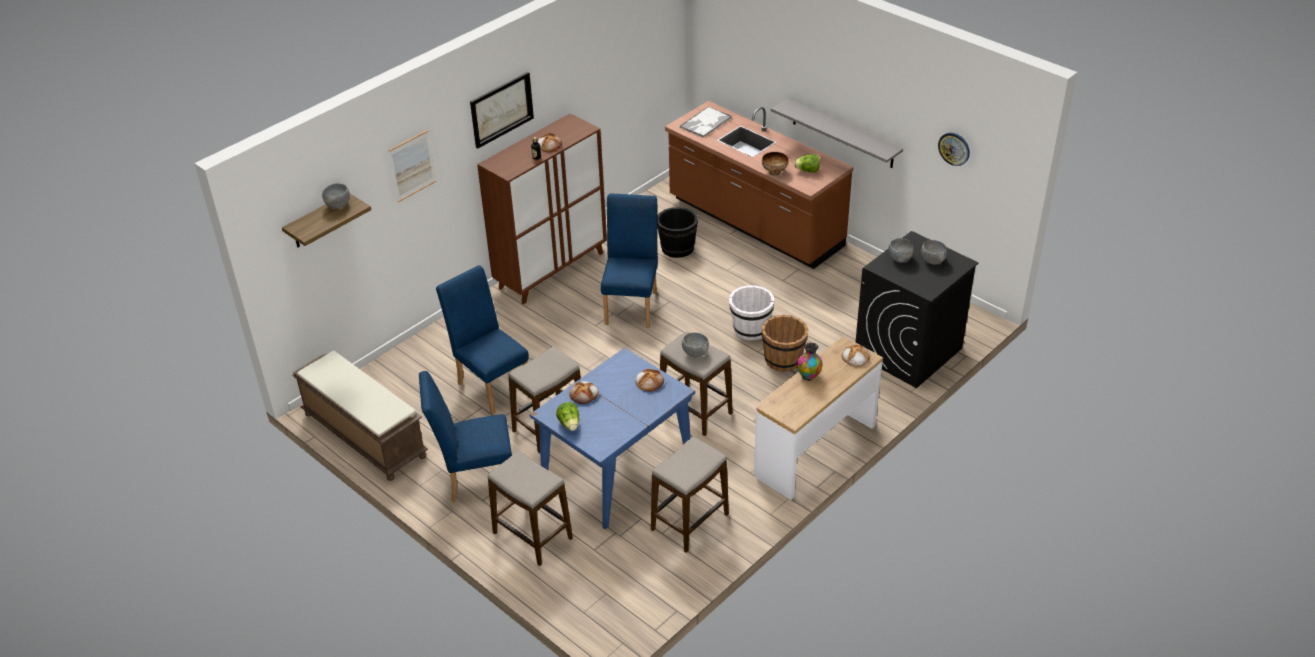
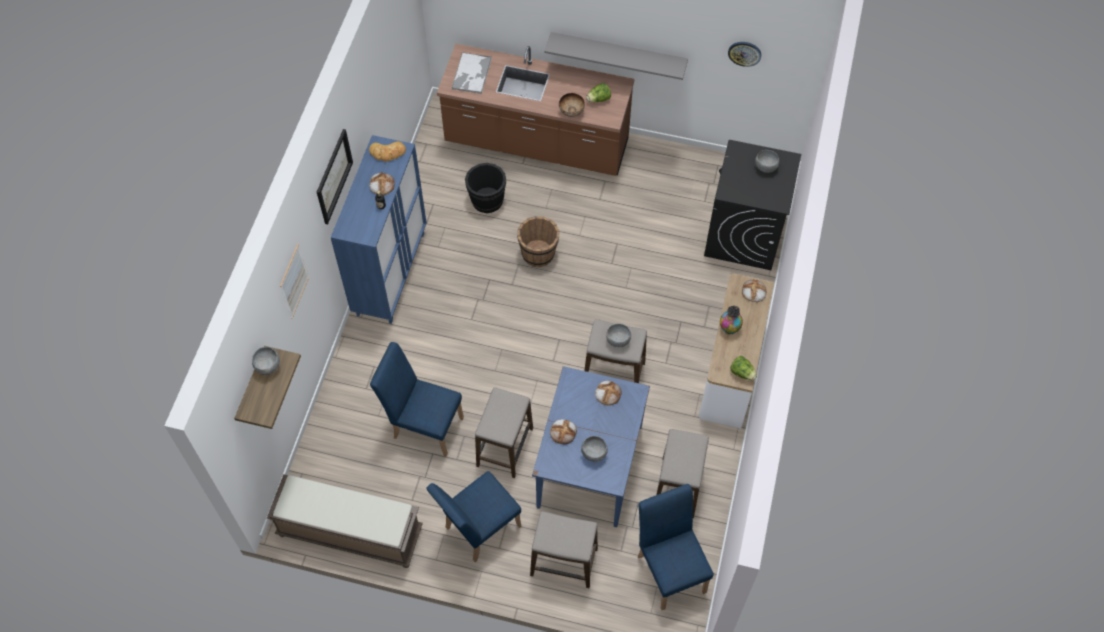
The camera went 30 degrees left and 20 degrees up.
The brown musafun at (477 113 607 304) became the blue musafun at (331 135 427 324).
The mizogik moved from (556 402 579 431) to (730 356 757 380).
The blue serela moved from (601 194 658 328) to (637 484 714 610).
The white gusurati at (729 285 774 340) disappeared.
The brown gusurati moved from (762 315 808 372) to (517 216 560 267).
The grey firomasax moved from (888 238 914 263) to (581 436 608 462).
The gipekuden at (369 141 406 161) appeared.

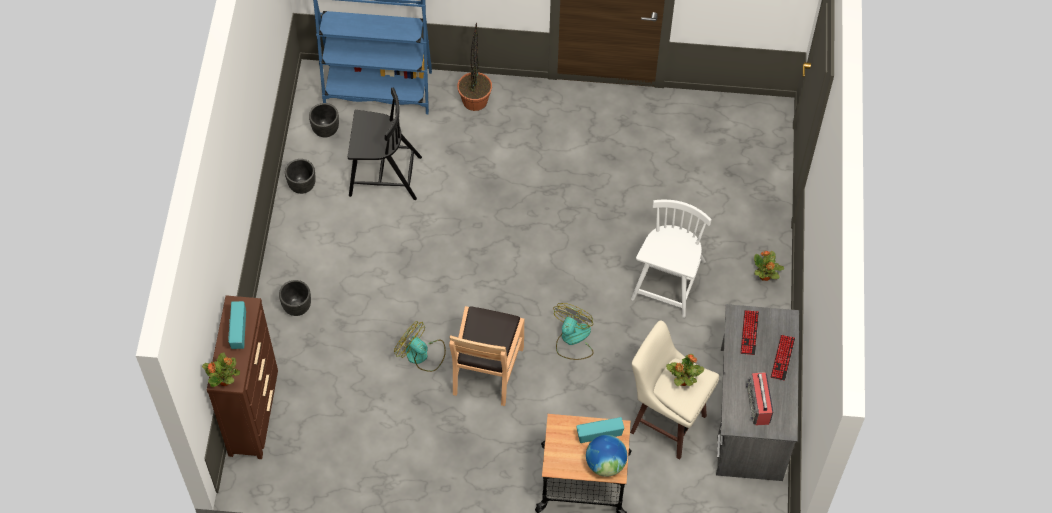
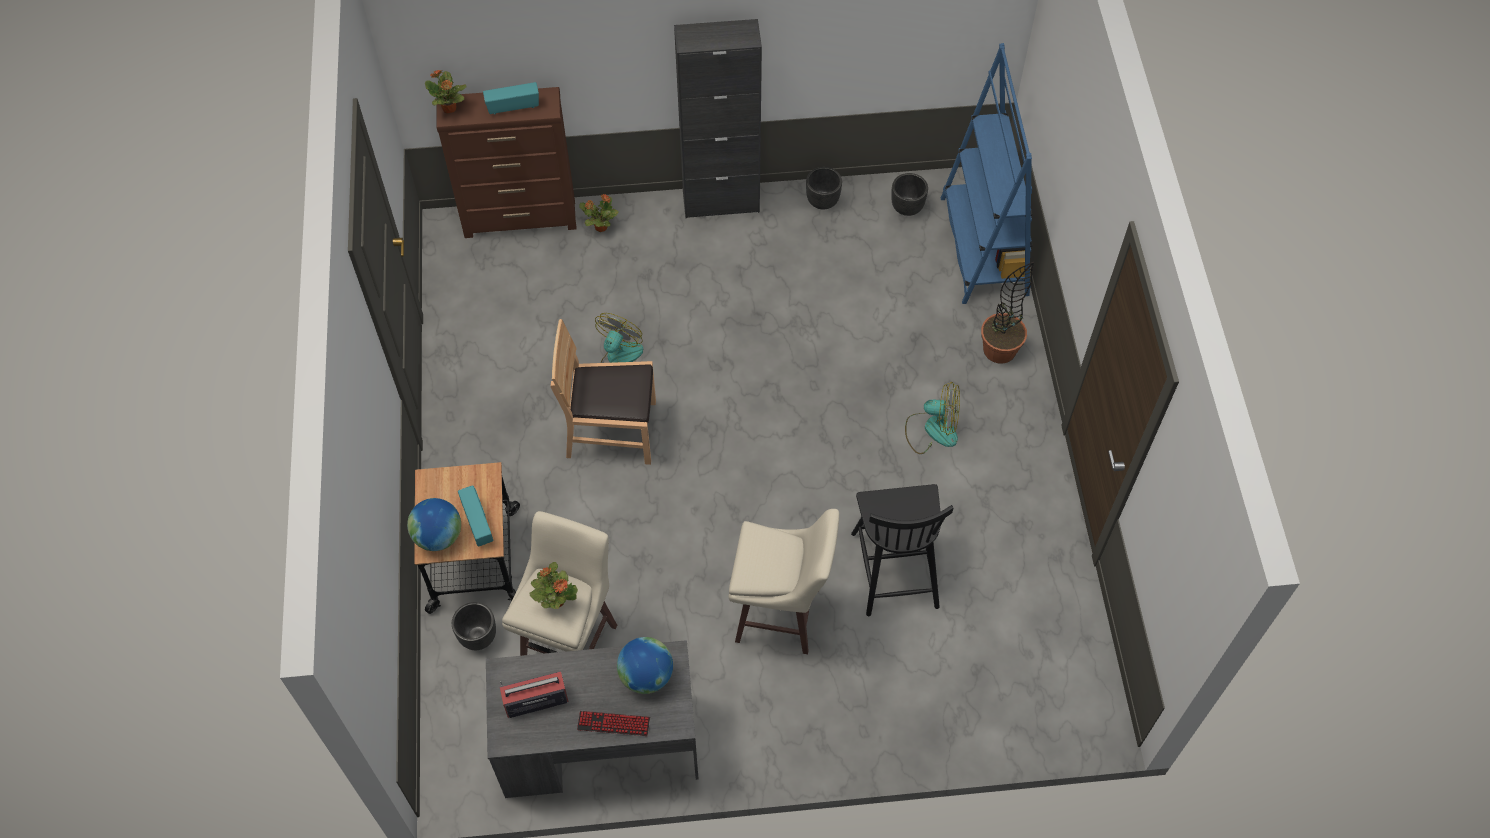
The camera went 80 degrees right and 0 degrees up.
The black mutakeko moved from (279 280 311 316) to (452 602 496 650).
The black serela moved from (348 88 422 200) to (851 484 954 616).
The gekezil moved from (553 303 593 360) to (905 382 960 454).
The white serela at (631 200 711 318) was replaced by the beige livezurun at (729 509 839 654).
The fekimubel at (740 310 759 355) was replaced by the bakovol at (617 637 673 694).
The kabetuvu moved from (754 251 784 281) to (579 194 619 232).
The black musafun at (674 19 762 218) appeared.

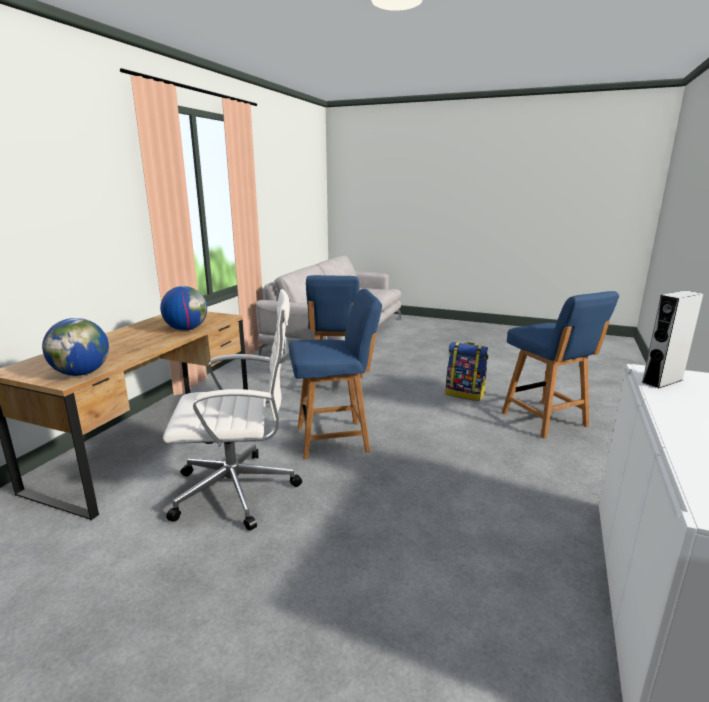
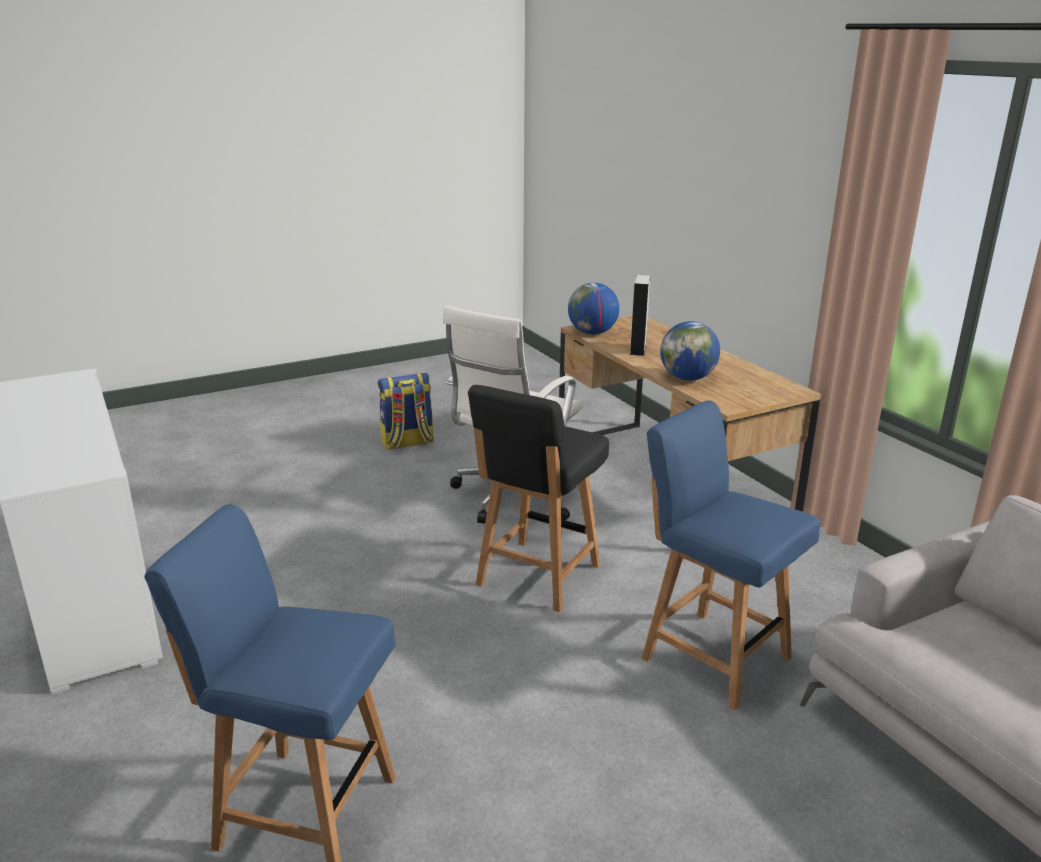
The camera went 130 degrees right and 5 degrees up.
The blue serela at (289 289 382 459) became the black serela at (468 385 609 612).
The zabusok moved from (445 342 488 401) to (378 373 434 450).
The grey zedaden moved from (641 290 703 388) to (630 275 650 356).

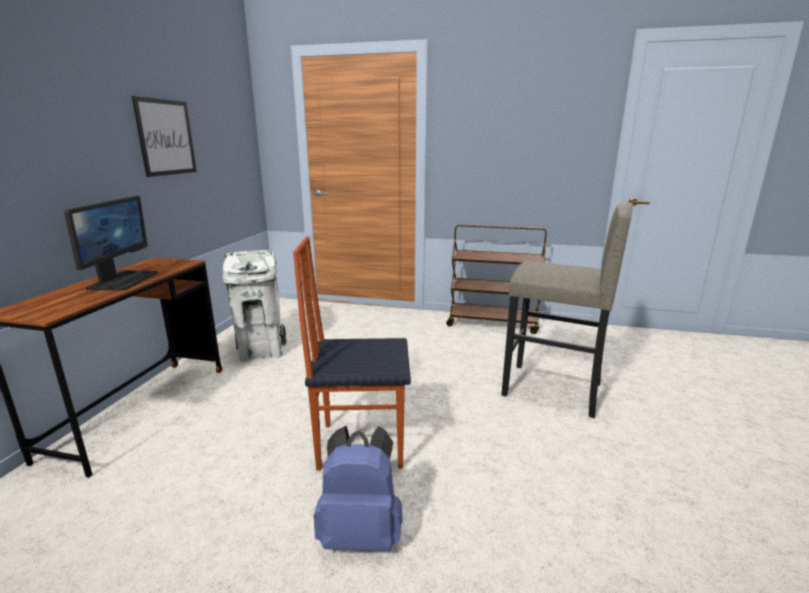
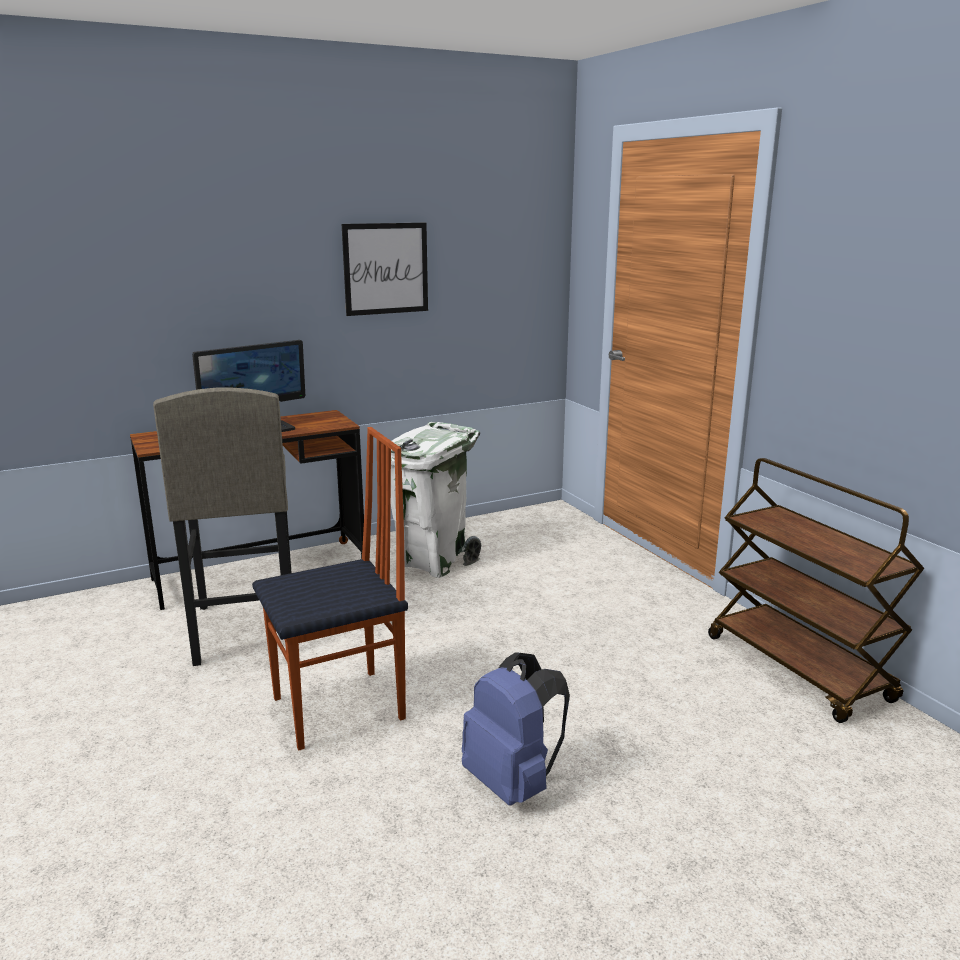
The camera went 50 degrees right and 0 degrees up.
The serela at (293 236 411 471) turned 105 degrees clockwise.
The blue zabusok moved from (313 425 402 551) to (462 652 570 806).
The grey livezurun moved from (501 202 633 418) to (153 388 292 666).

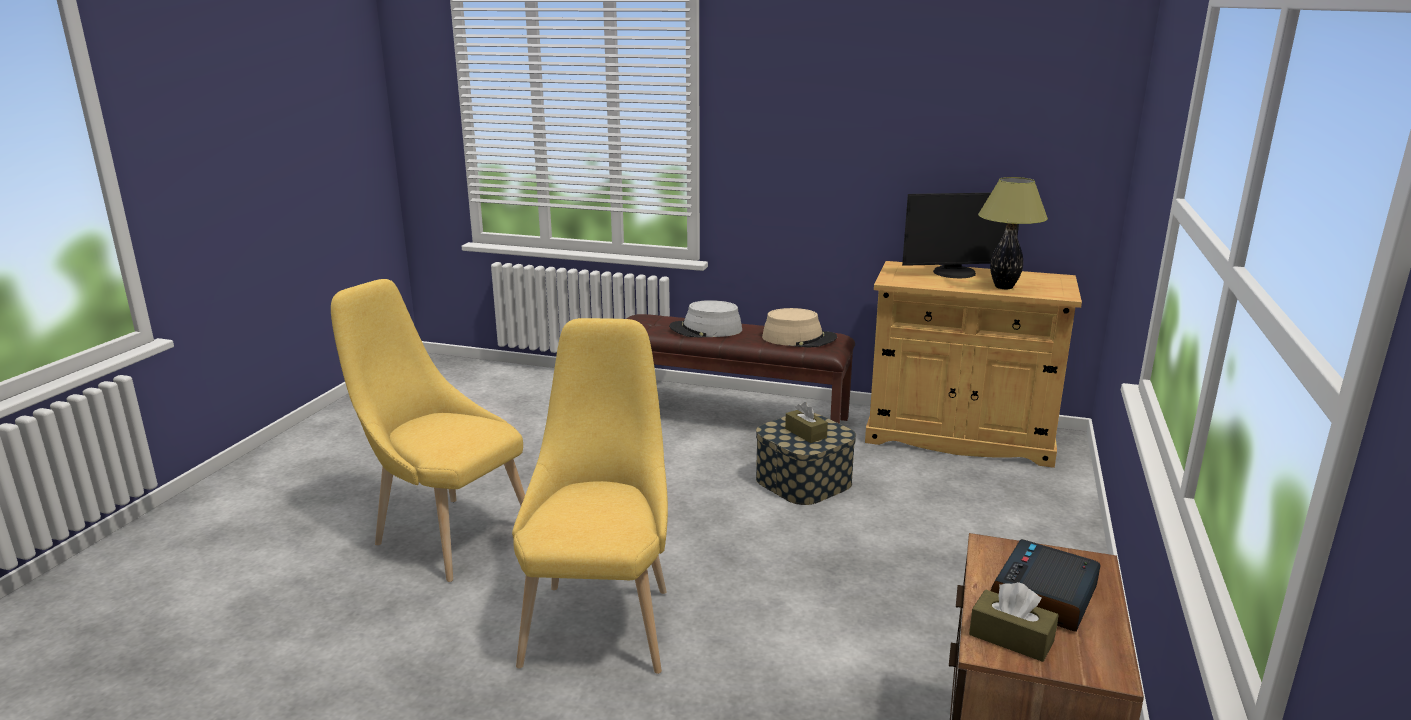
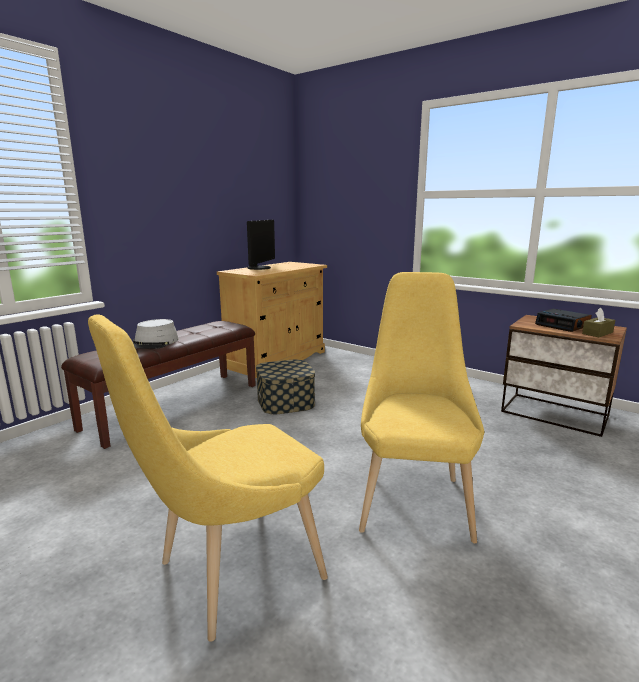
The camera went 70 degrees left and 5 degrees down.
The yellow serela at (512 318 668 674) turned 75 degrees clockwise.
The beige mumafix at (762 308 837 347) disappeared.
The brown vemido at (785 402 828 443) disappeared.
The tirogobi at (978 177 1048 289) disappeared.

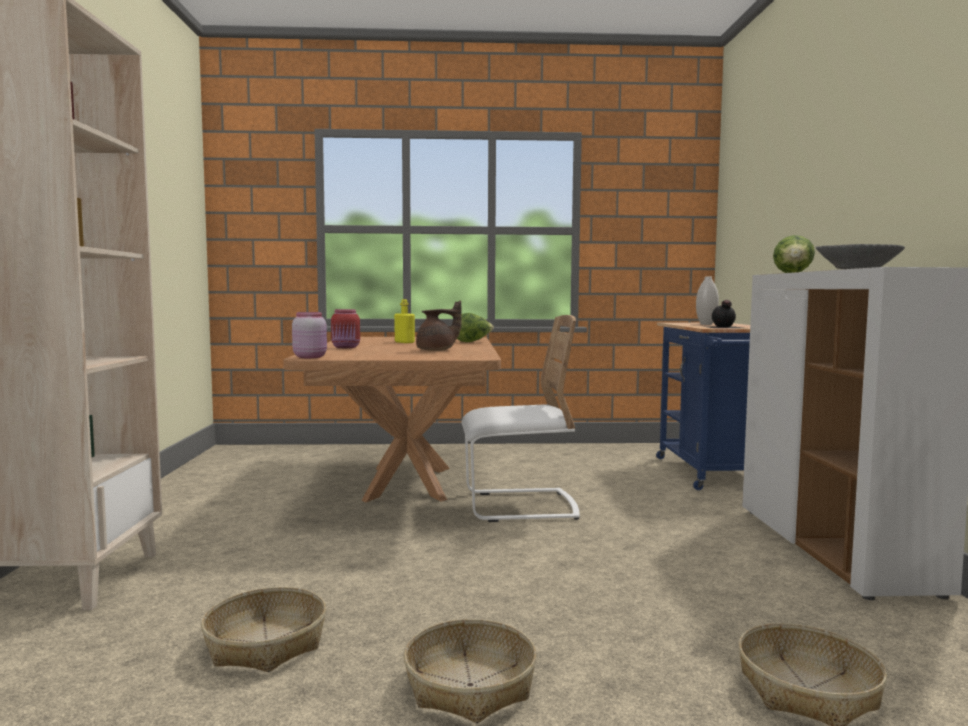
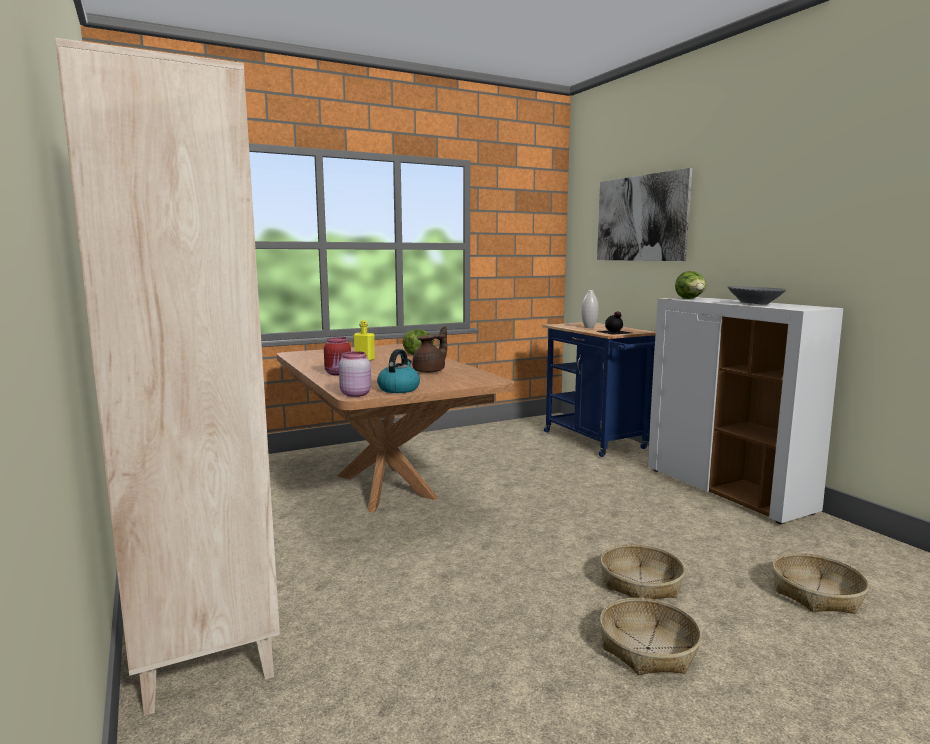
The camera went 25 degrees left and 5 degrees up.
The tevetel moved from (201 587 326 672) to (600 544 685 600).
The white serela at (462 315 580 522) disappeared.
The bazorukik at (377 349 420 393) appeared.
The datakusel at (597 168 692 261) appeared.

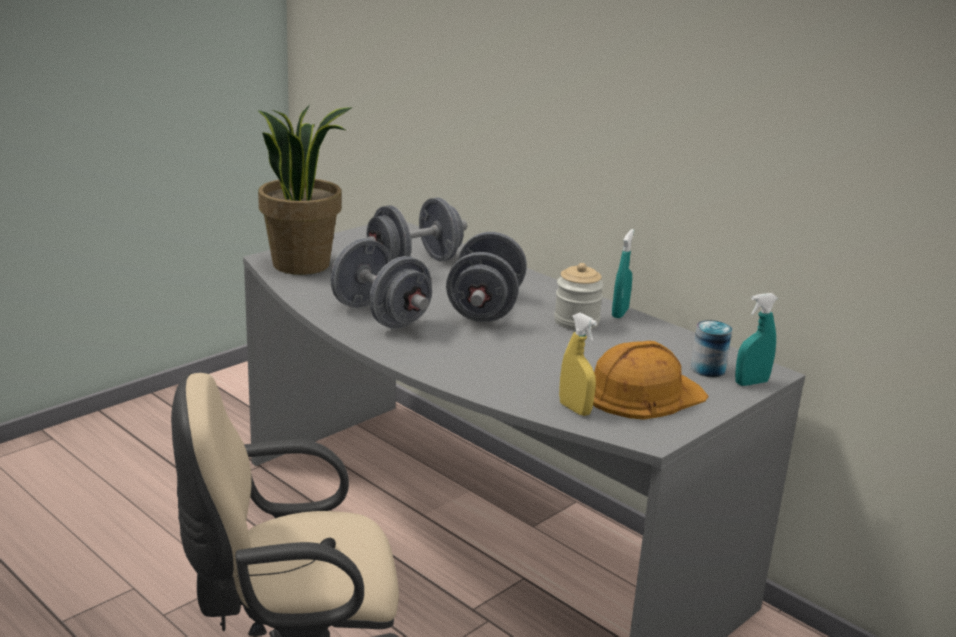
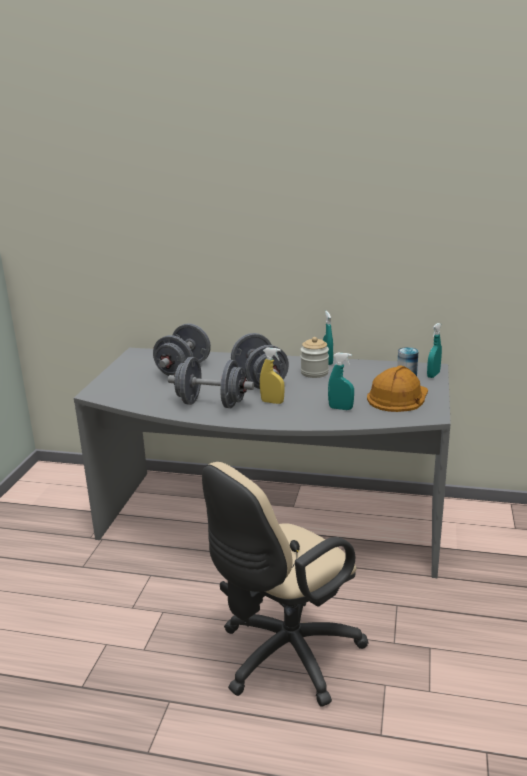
The camera went 30 degrees left and 0 degrees up.
The kabetuvu at (258 104 353 275) disappeared.
The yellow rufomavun moved from (559 313 597 416) to (260 347 285 404).
The turquoise rufomavun at (328 352 354 410) appeared.

